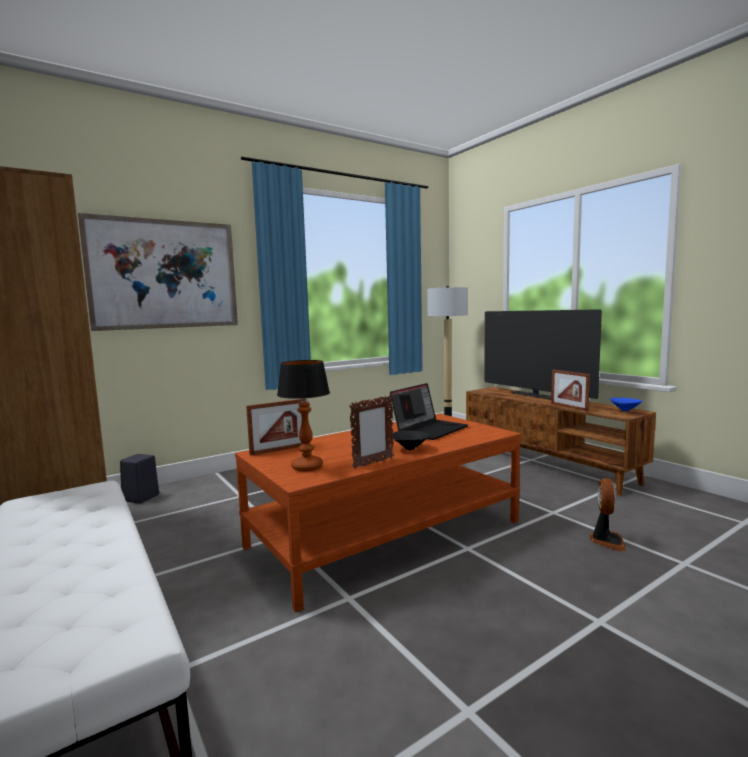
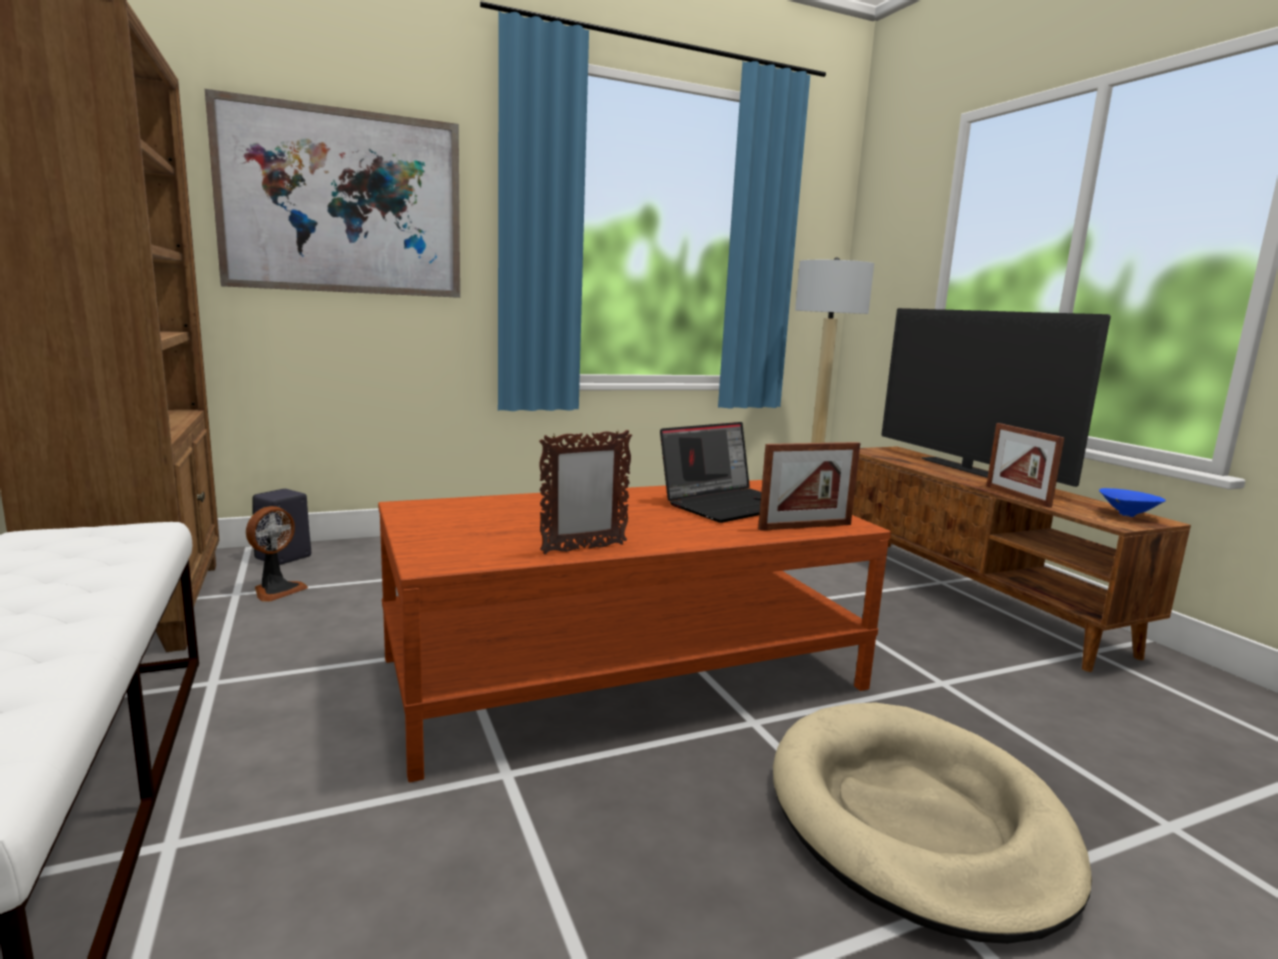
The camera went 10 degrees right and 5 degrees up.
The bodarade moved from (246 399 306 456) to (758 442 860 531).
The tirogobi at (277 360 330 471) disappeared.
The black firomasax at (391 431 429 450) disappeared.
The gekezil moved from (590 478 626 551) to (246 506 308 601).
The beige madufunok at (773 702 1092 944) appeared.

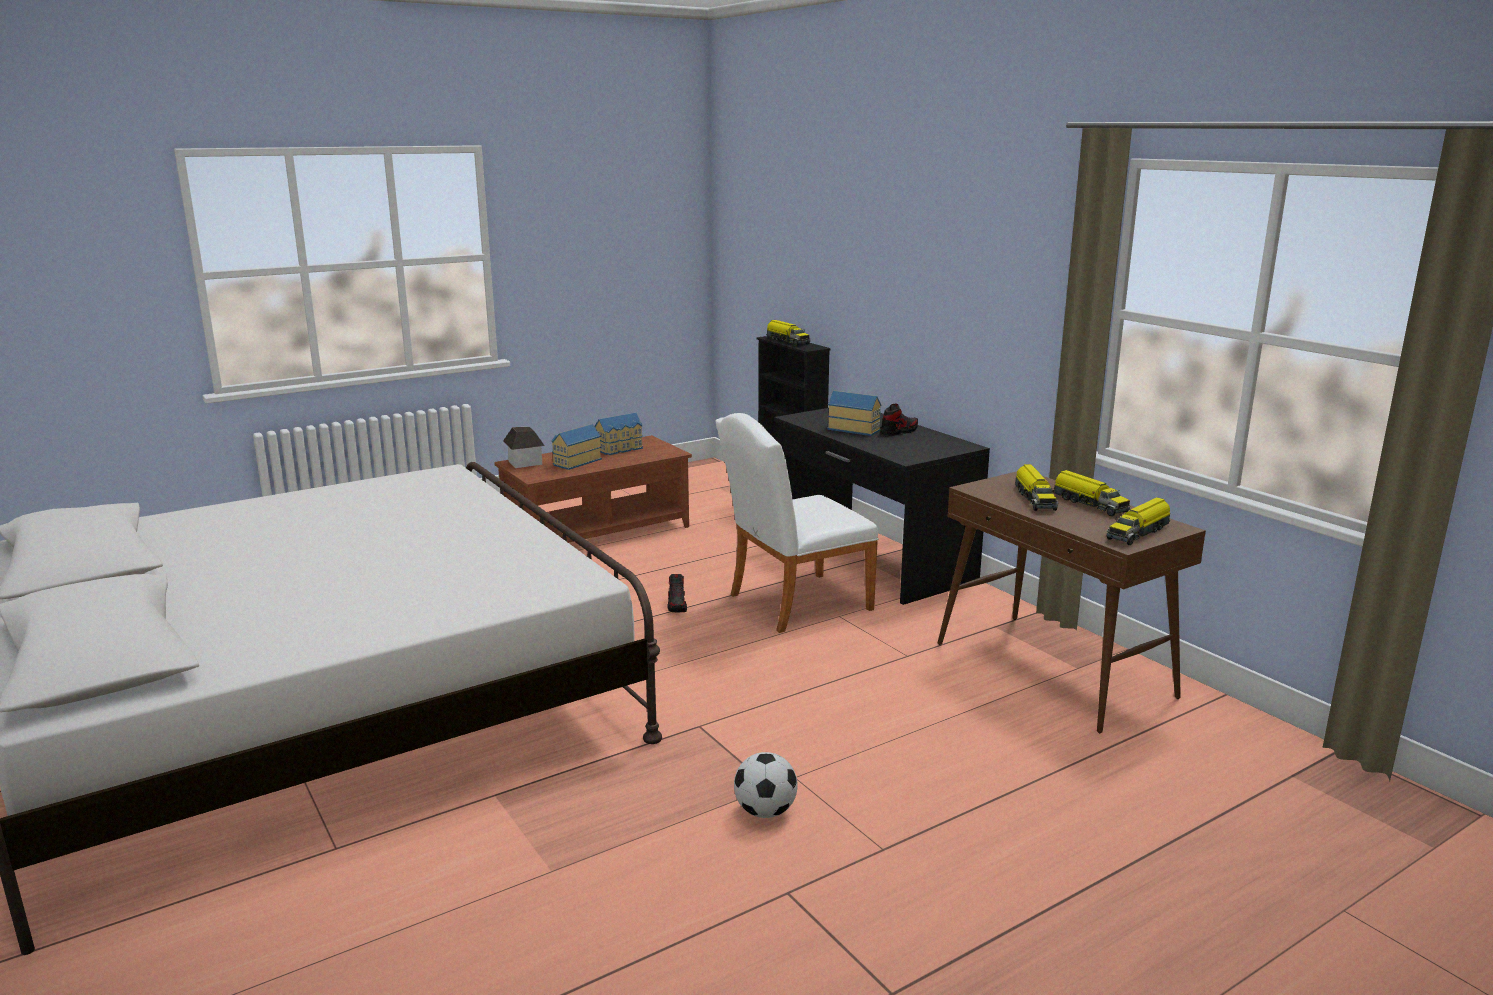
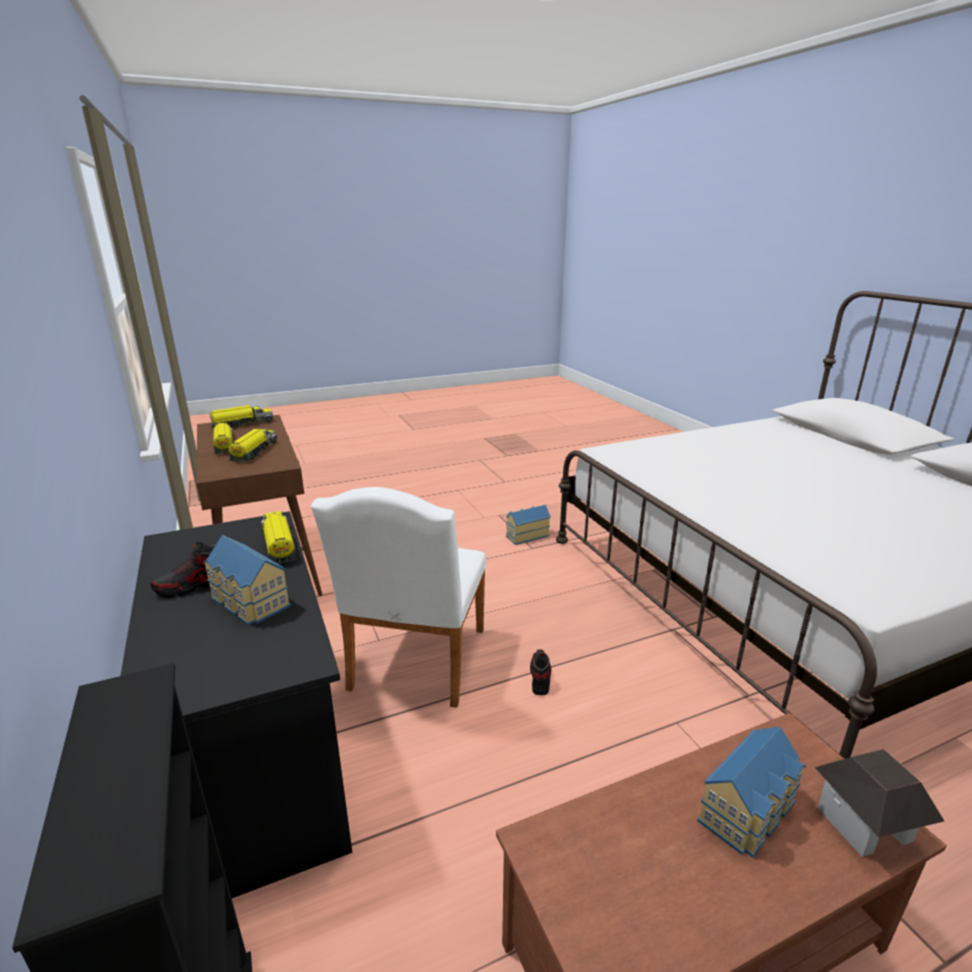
The camera went 170 degrees left and 5 degrees up.
The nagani moved from (595 413 643 455) to (506 505 551 545).
The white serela at (716 413 879 633) turned 120 degrees clockwise.
The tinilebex at (734 752 798 818) disappeared.
The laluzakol moved from (766 320 810 346) to (261 511 297 564).

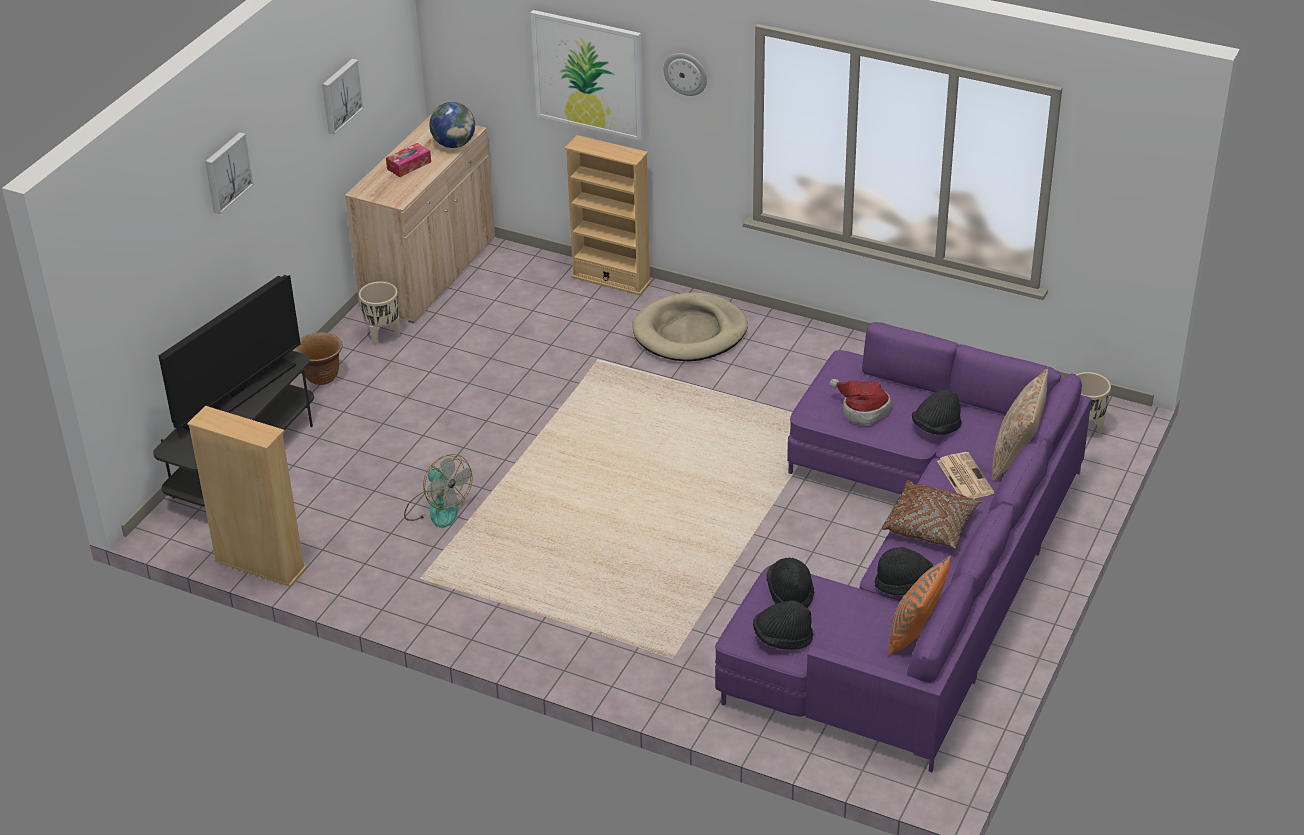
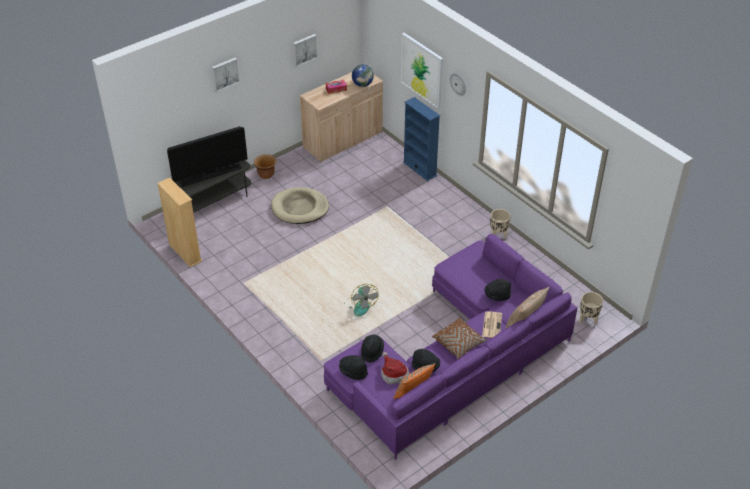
The camera went 25 degrees right and 5 degrees up.
The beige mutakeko moved from (359 282 400 346) to (490 209 510 239).
The gekezil moved from (404 454 472 528) to (345 284 379 317).
The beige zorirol at (564 135 651 295) became the blue zorirol at (403 97 440 181).
The beige madufunok moved from (632 292 748 362) to (271 187 329 224).
The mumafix moved from (830 379 892 426) to (381 352 409 385).

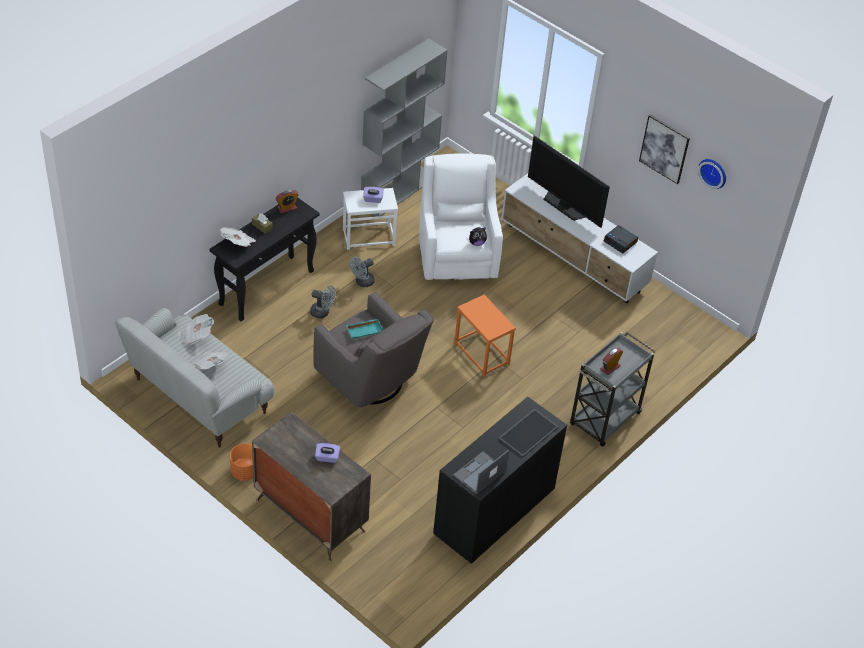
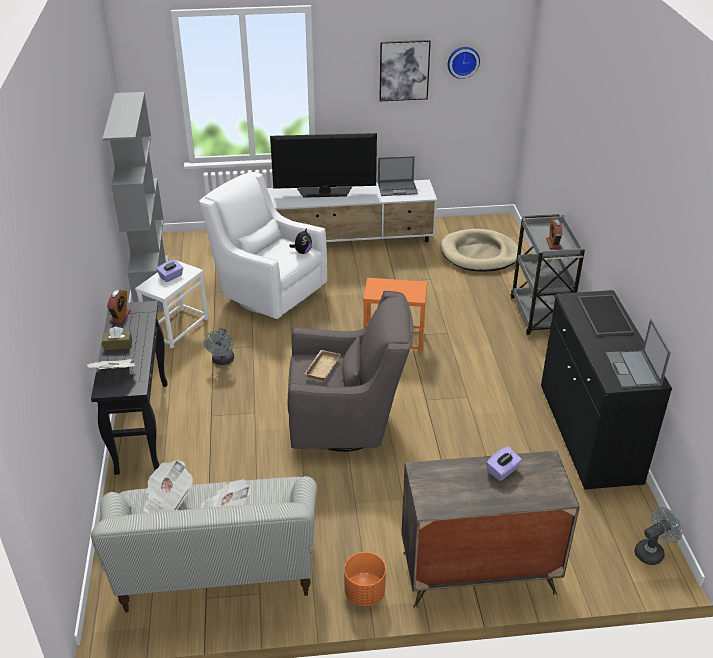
The camera went 45 degrees left and 10 degrees down.
The grey gekezil moved from (310 285 336 318) to (634 507 683 565).
The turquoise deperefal at (346 319 383 339) became the beige deperefal at (304 350 341 381).
The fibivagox at (604 225 638 253) was replaced by the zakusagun at (378 156 418 196).
The beige madufunok at (441 229 518 272) appeared.

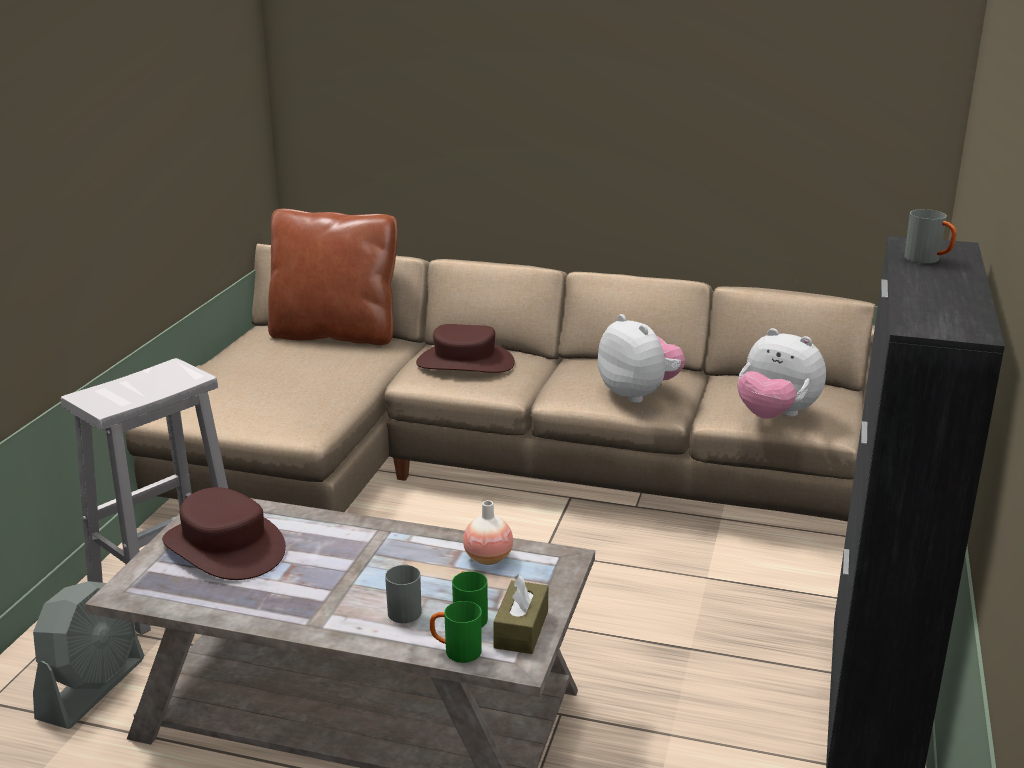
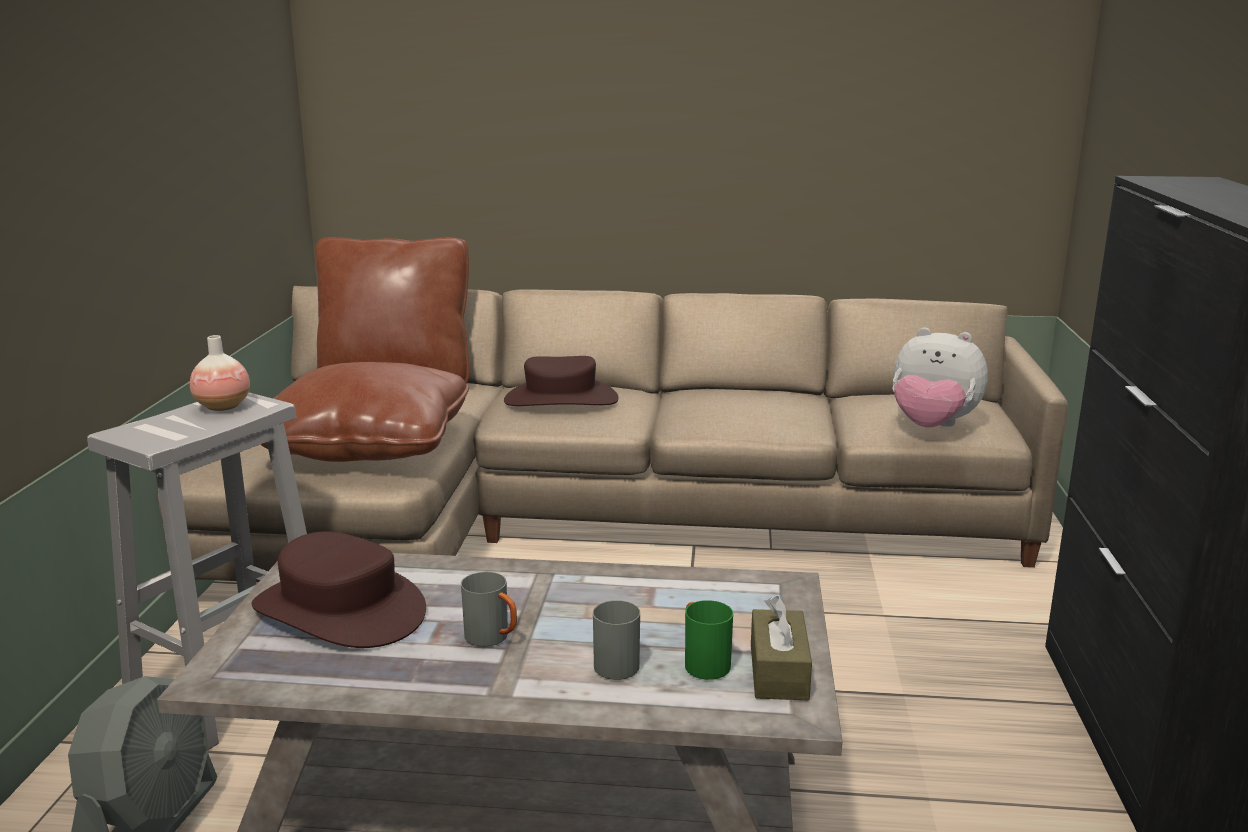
The camera went 10 degrees left and 5 degrees down.
The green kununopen at (430 601 482 663) disappeared.
The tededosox moved from (463 500 513 565) to (190 335 250 411).
The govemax at (598 314 685 403) disappeared.
The grey kununopen moved from (904 209 957 264) to (461 572 517 647).
The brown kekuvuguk at (260 362 469 462) appeared.

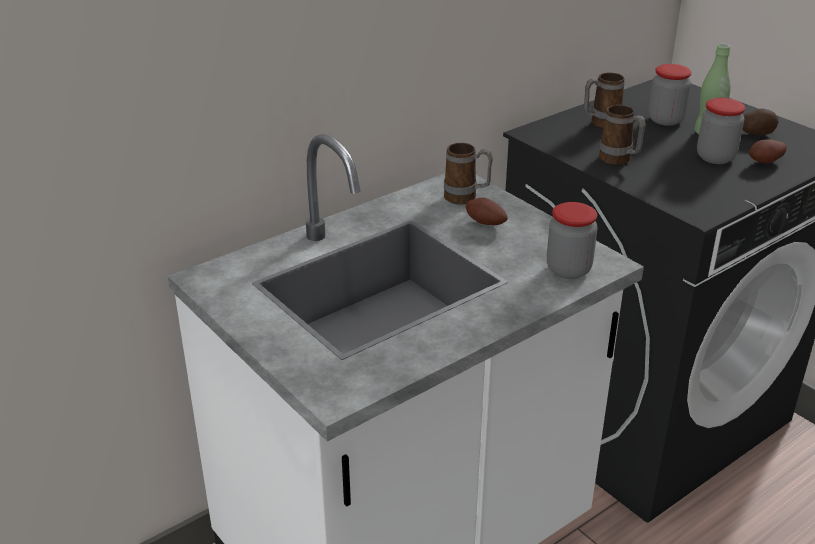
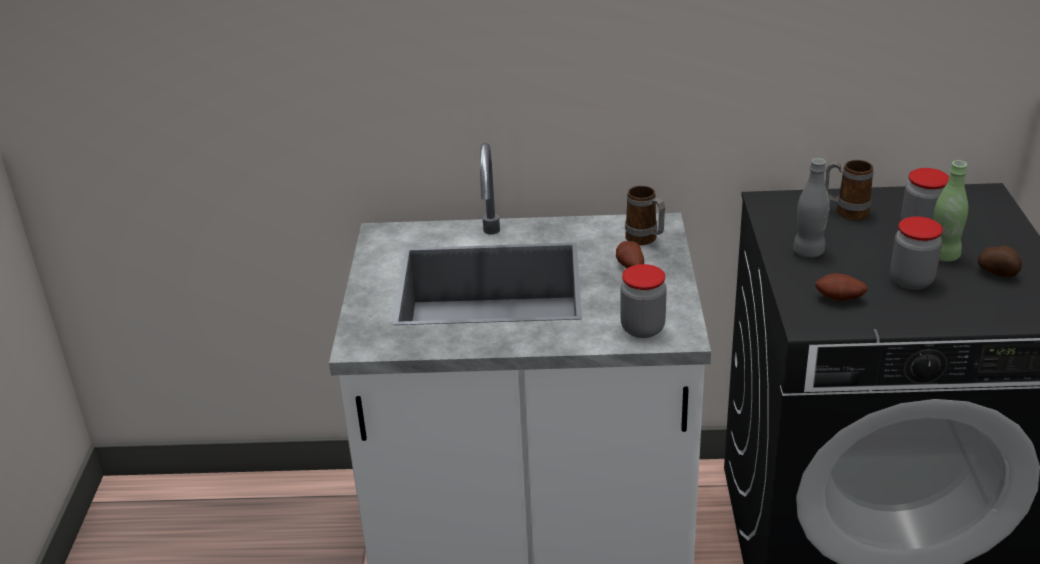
The camera went 40 degrees right and 0 degrees up.
The kununopen at (599 105 646 165) was replaced by the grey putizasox at (793 158 830 258).
The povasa moved from (749 139 787 163) to (815 273 868 301).

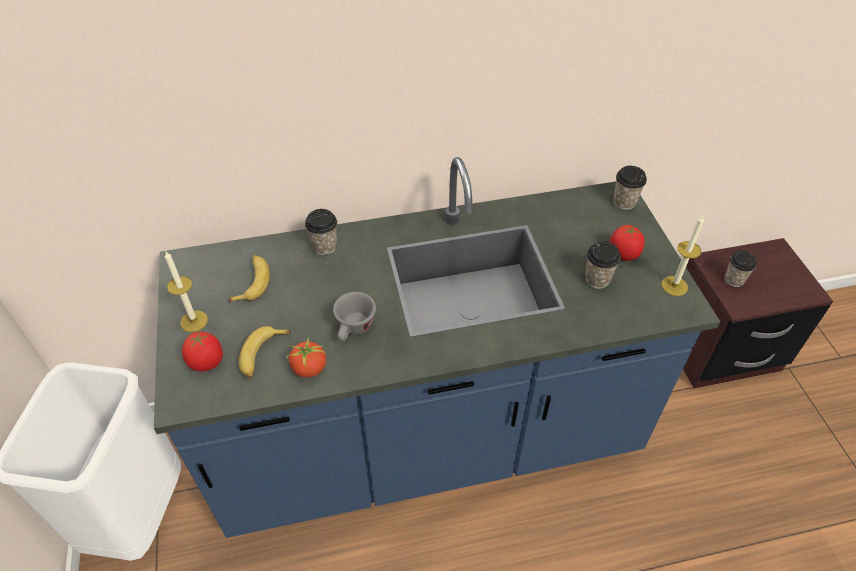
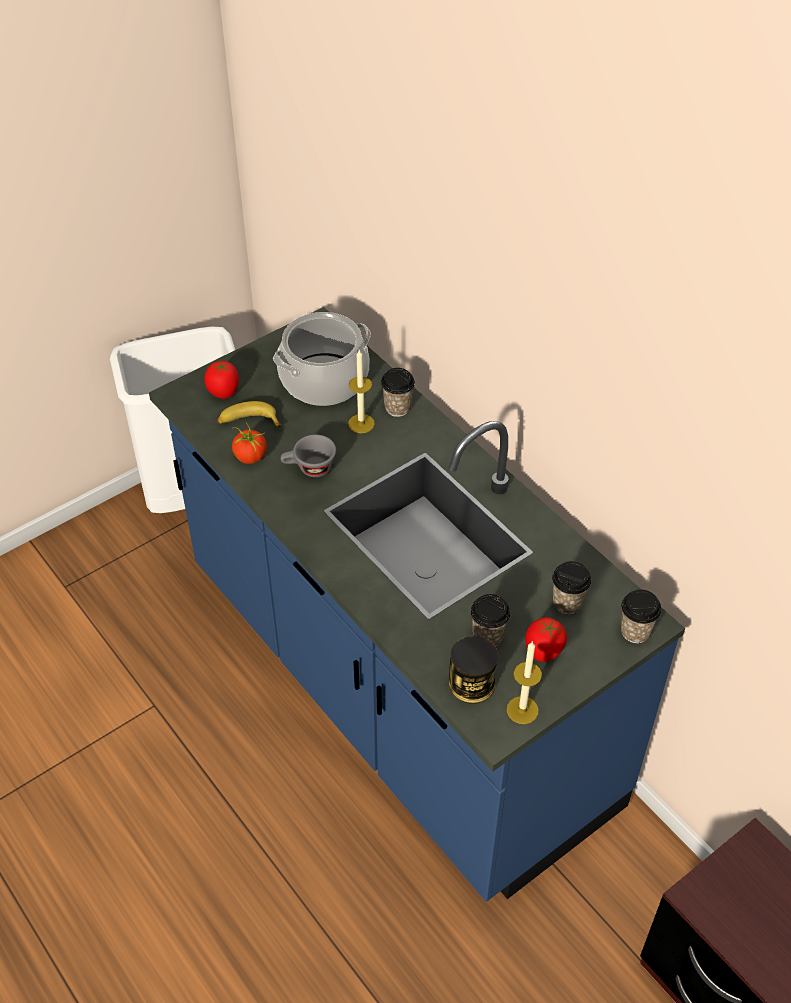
The camera went 65 degrees right and 0 degrees up.
The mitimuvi moved from (165 252 208 332) to (348 349 375 433).
The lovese at (229 255 270 302) was replaced by the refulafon at (273 312 371 406).
The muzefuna moved from (725 251 757 287) to (552 561 591 615).
The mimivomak at (449 635 498 704) appeared.

